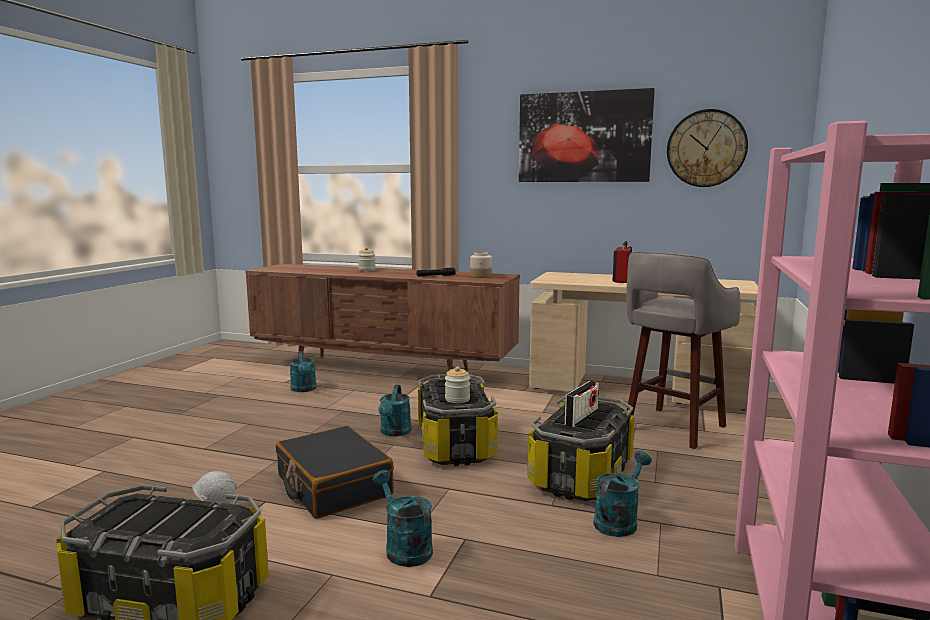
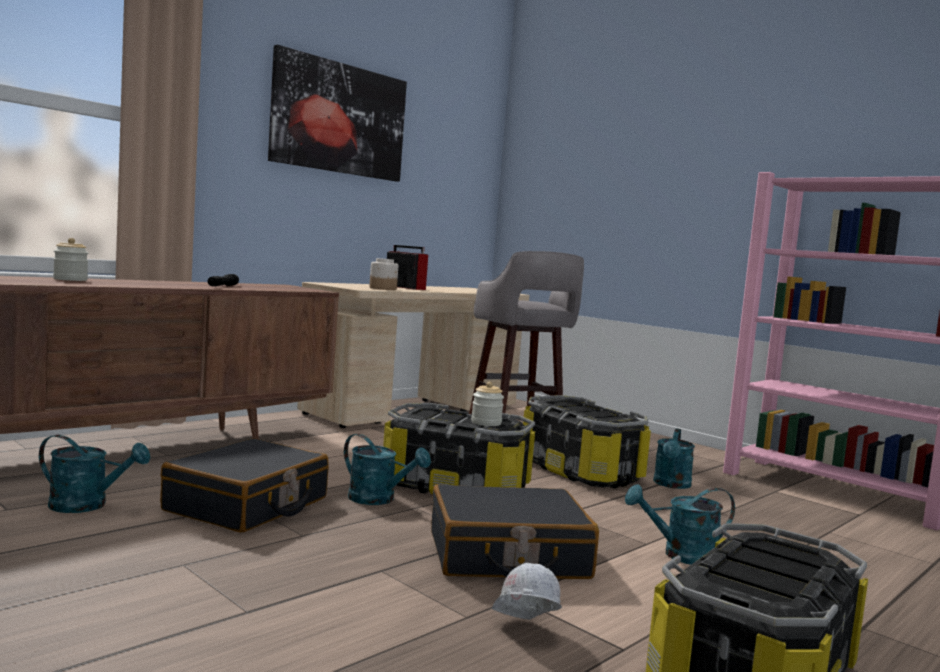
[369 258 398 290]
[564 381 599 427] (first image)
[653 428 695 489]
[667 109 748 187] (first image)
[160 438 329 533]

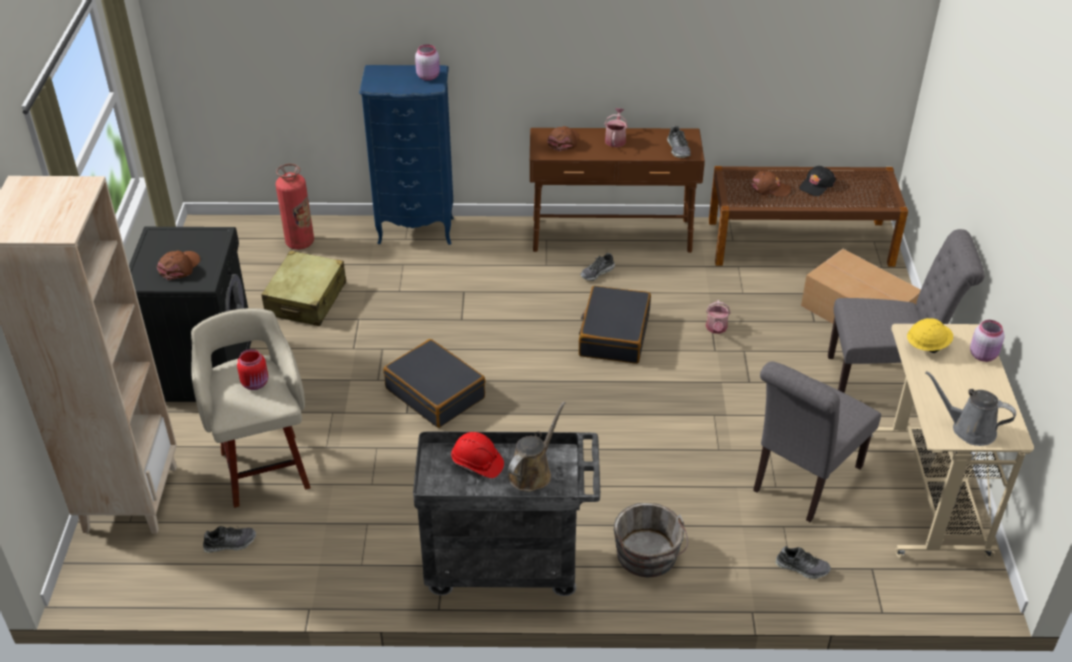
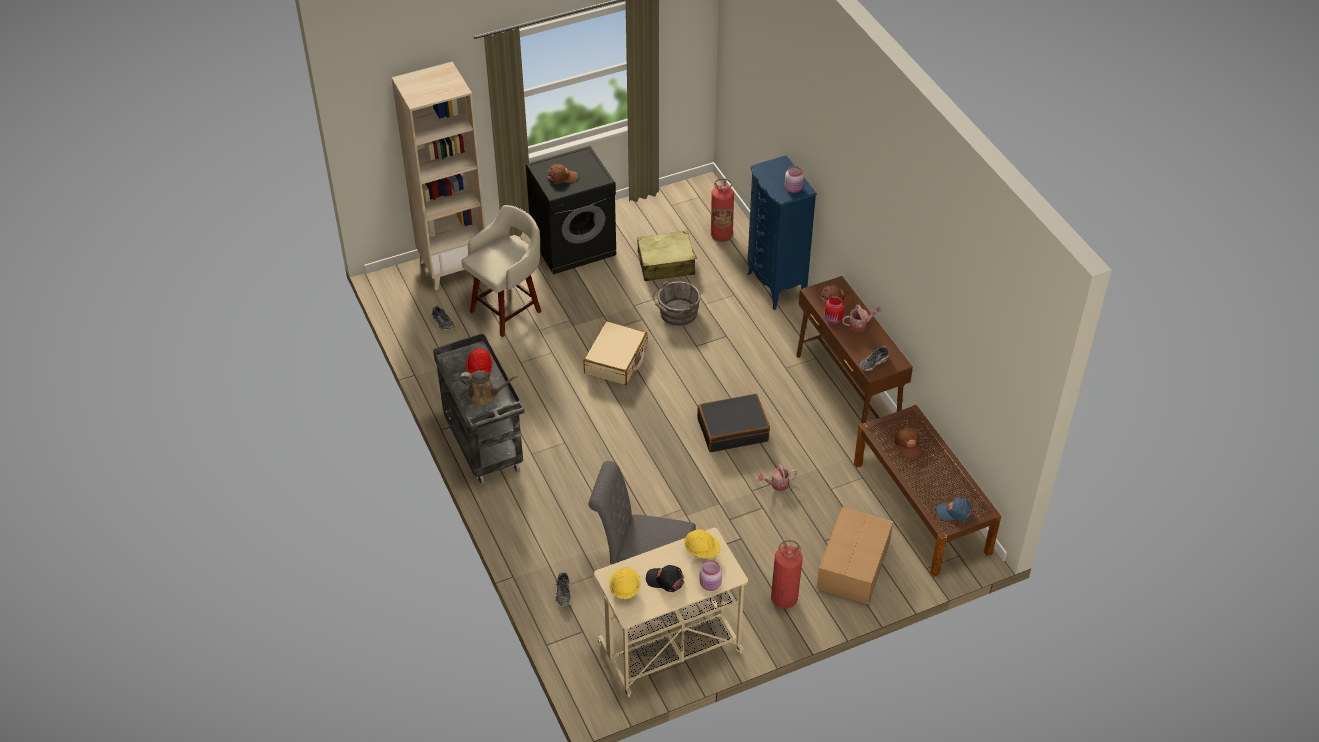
[824 296 844 324]
[583 321 648 385]
[580 253 615 281] (first image)
[653 281 701 326]
[646 565 684 592]
[771 540 802 609]
[609 567 641 599]
[936 498 973 522]

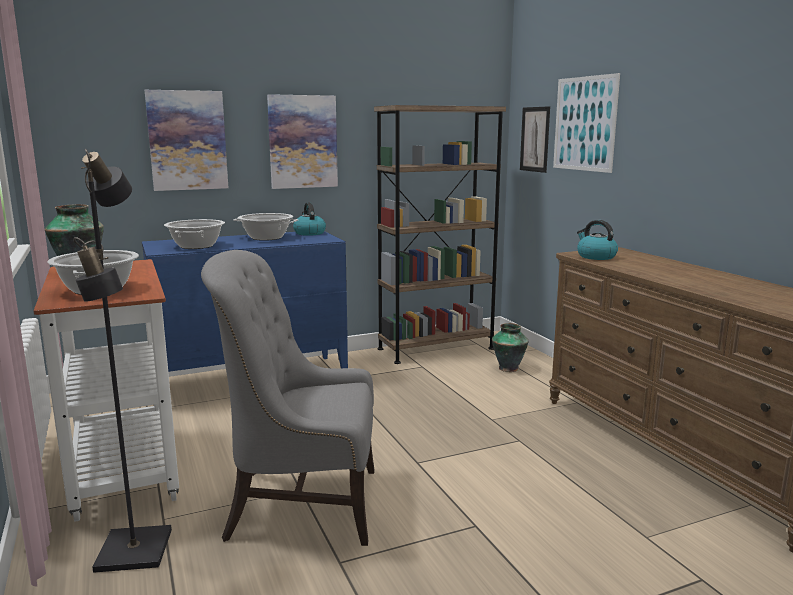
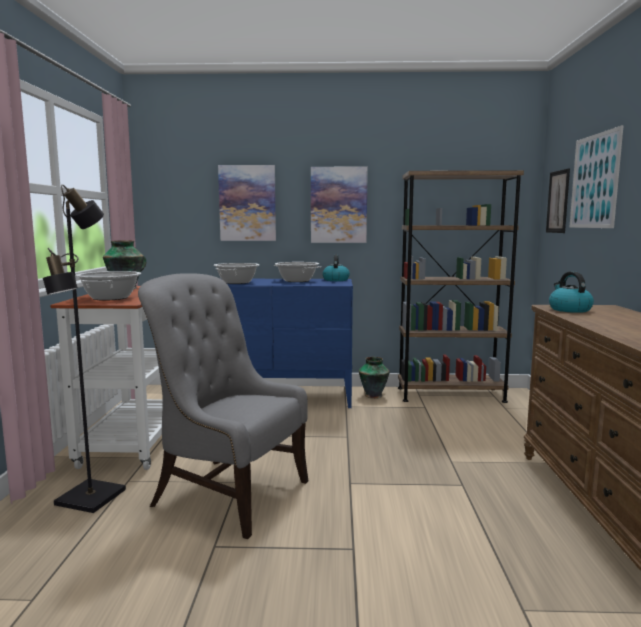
[359 357 390 399]

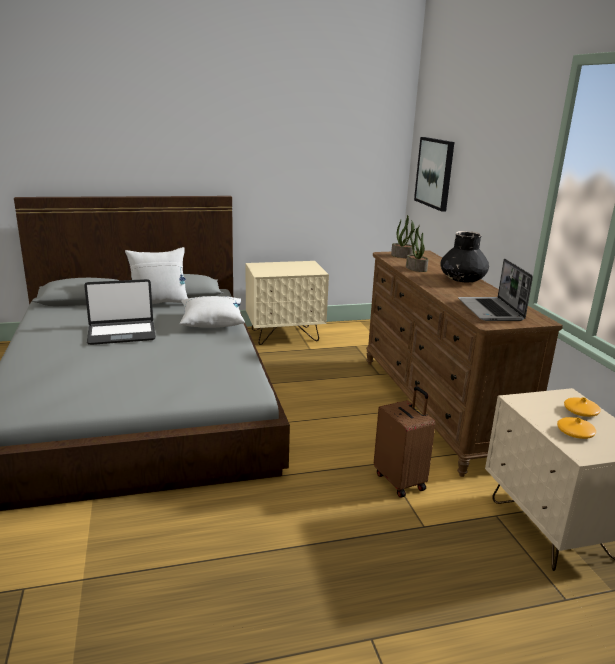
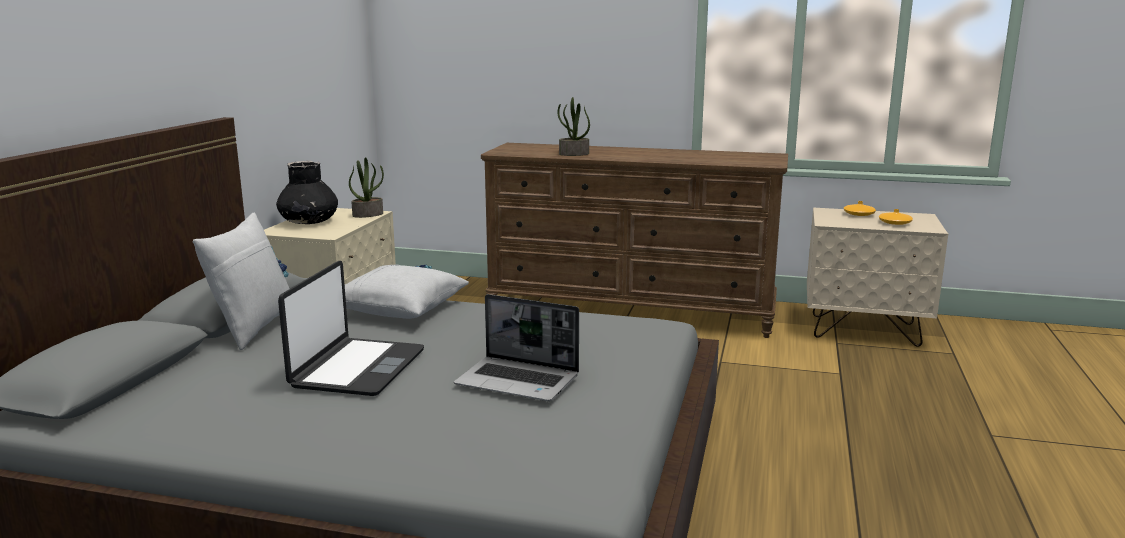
[374 386 436 498] (first image)
[349 157 384 218]
[414 137 454 212] (first image)
[276 161 338 224]
[454 294 579 401]

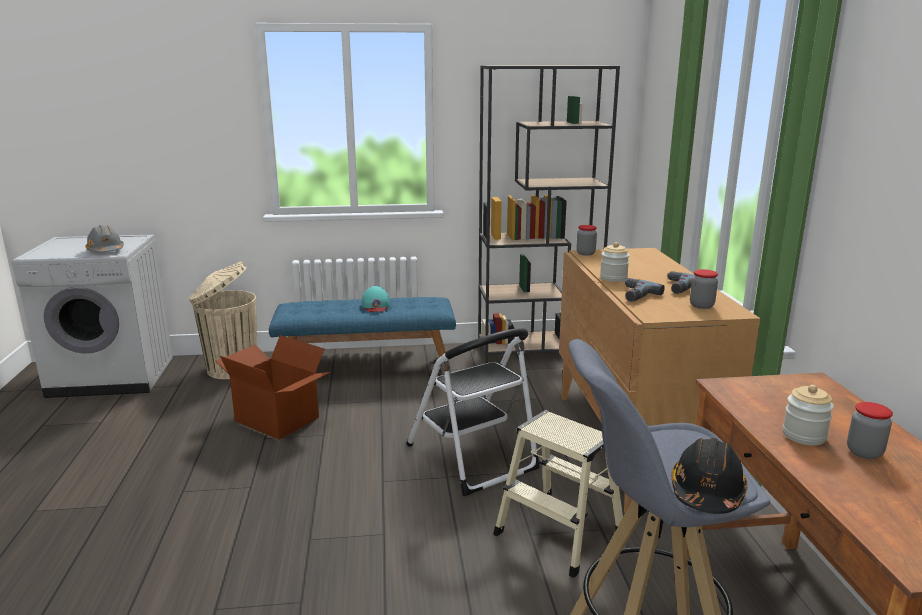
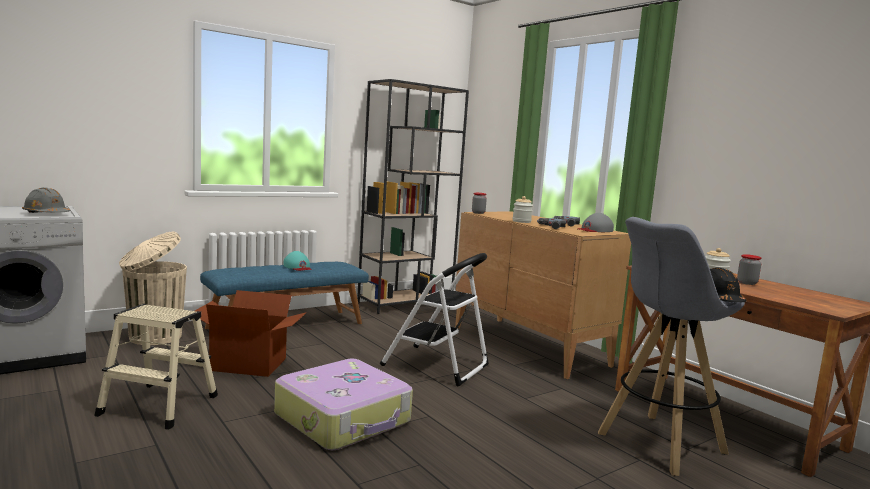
[94 304 218 430]
[578 213 614 232]
[274 359 413 450]

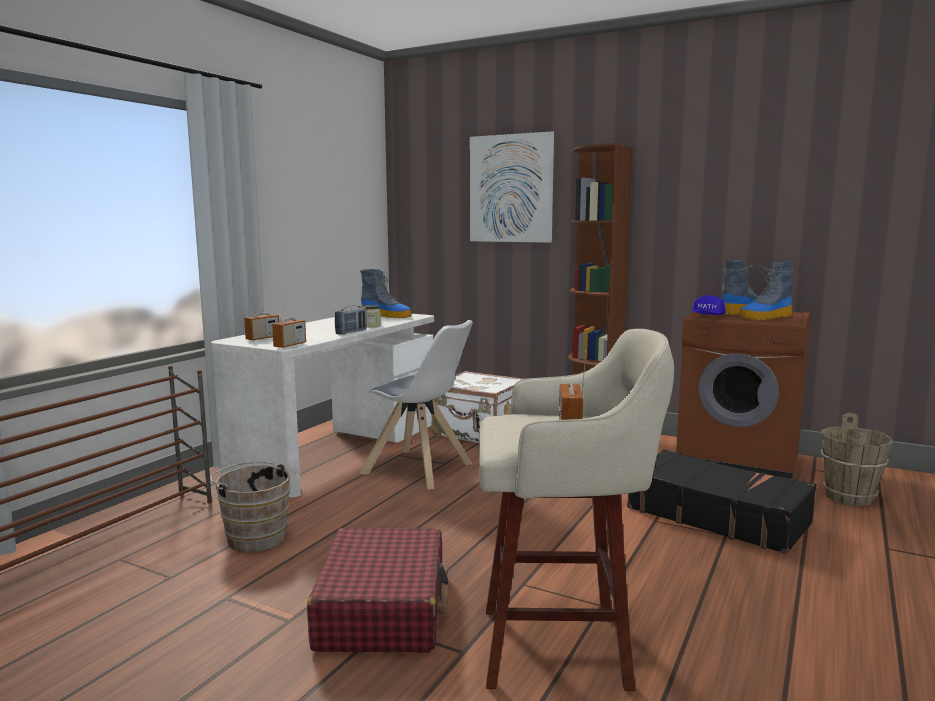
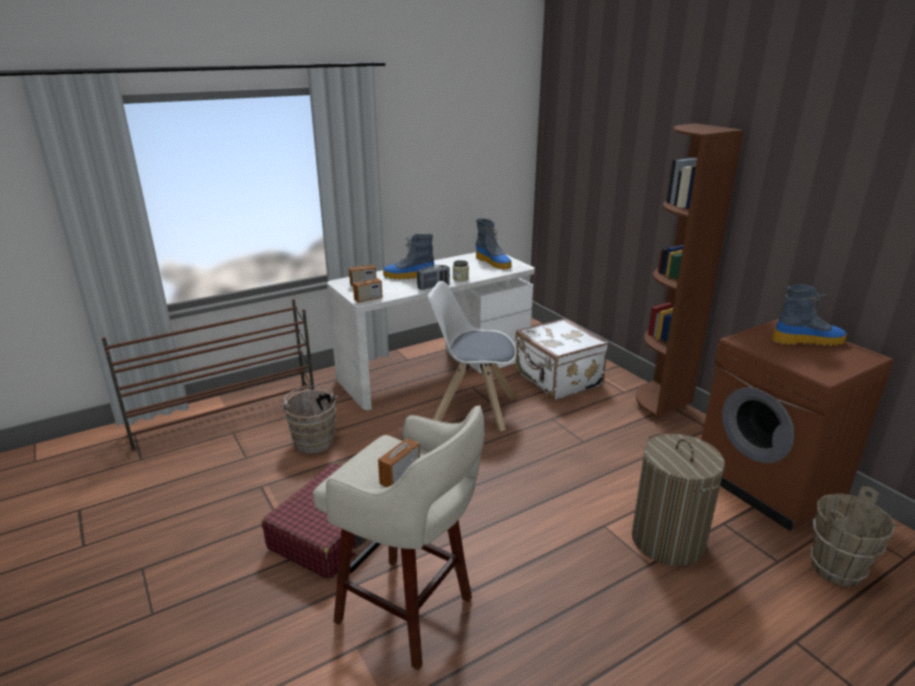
[428 281 517 431]
[470 131 554 243] (first image)
[632 434 725 566]
[692 295 726 315] (first image)
[383 234 434 280]

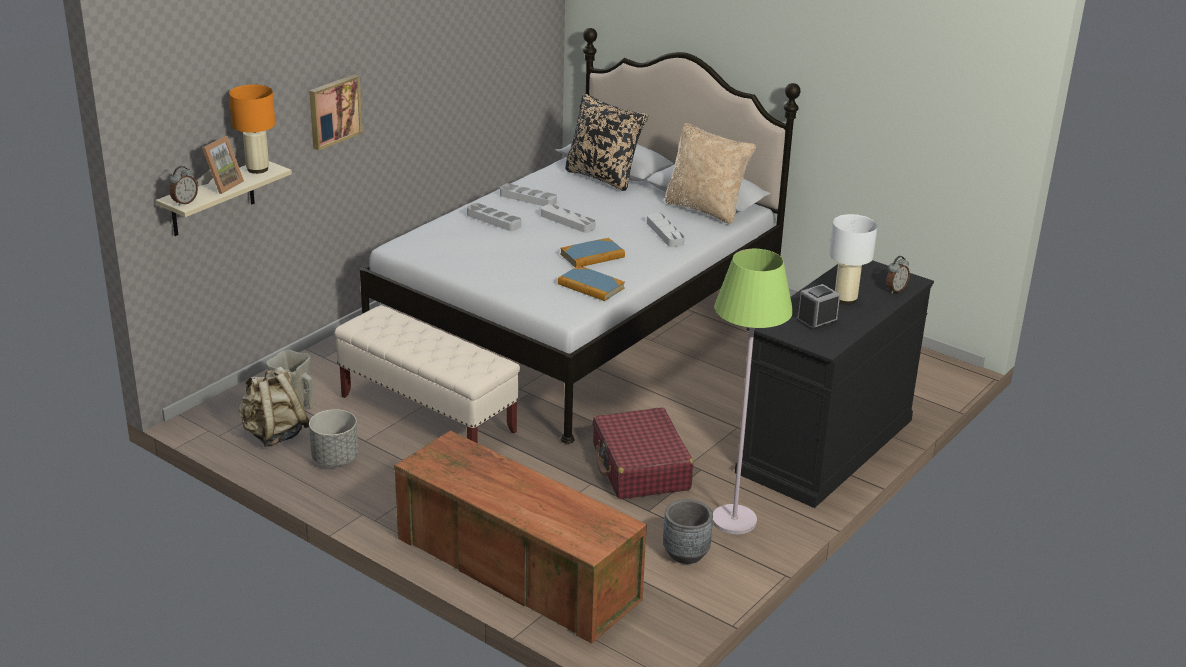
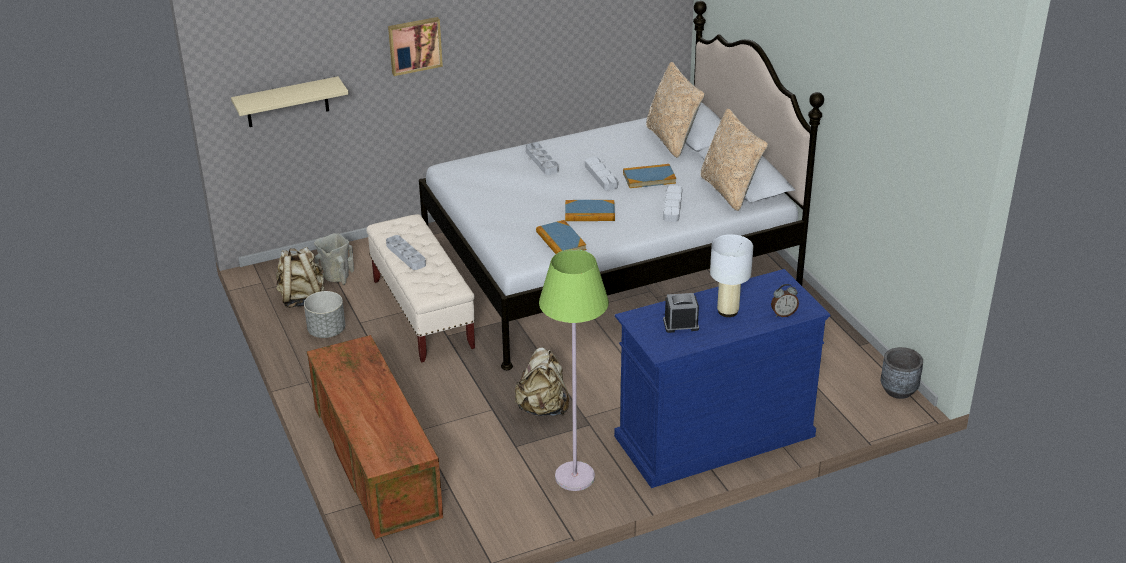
[169 166 198 206] (first image)
[197 136 244 194] (first image)
[229 85 275 174] (first image)
[386 235 426 270]
[646 61 705 158]
[515 347 569 416]
[881 347 923 399]
[614 269 830 488]
[623 164 676 188]

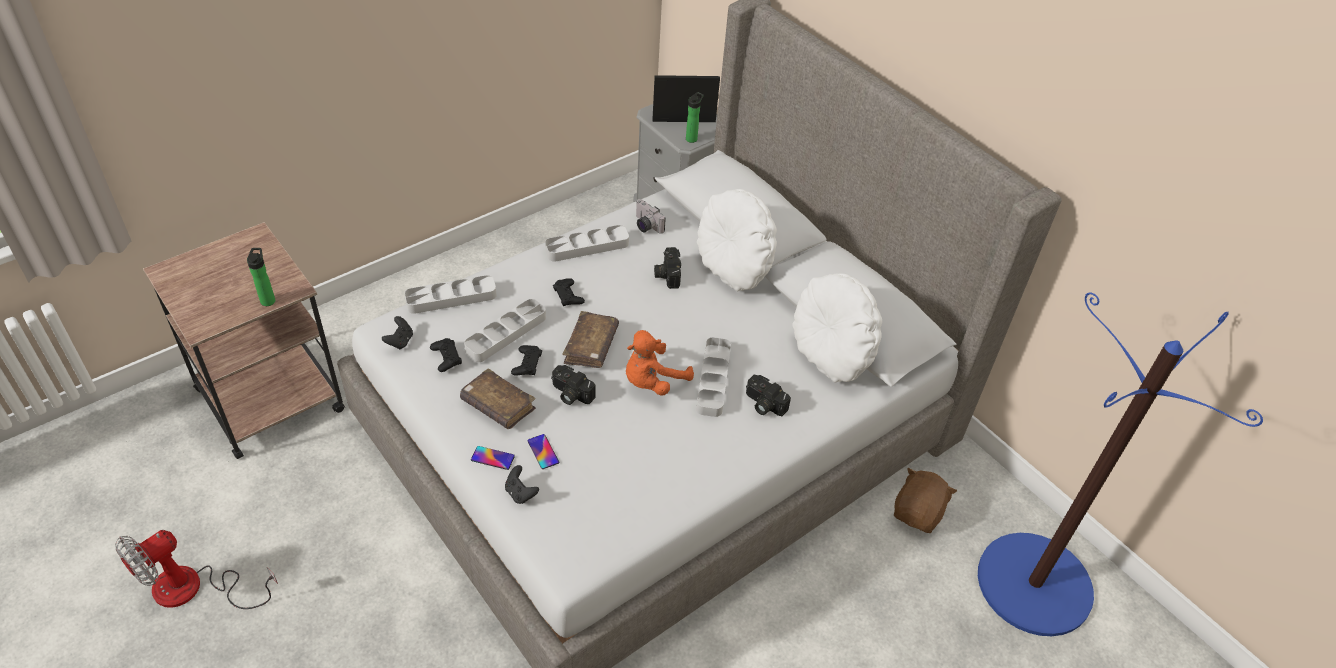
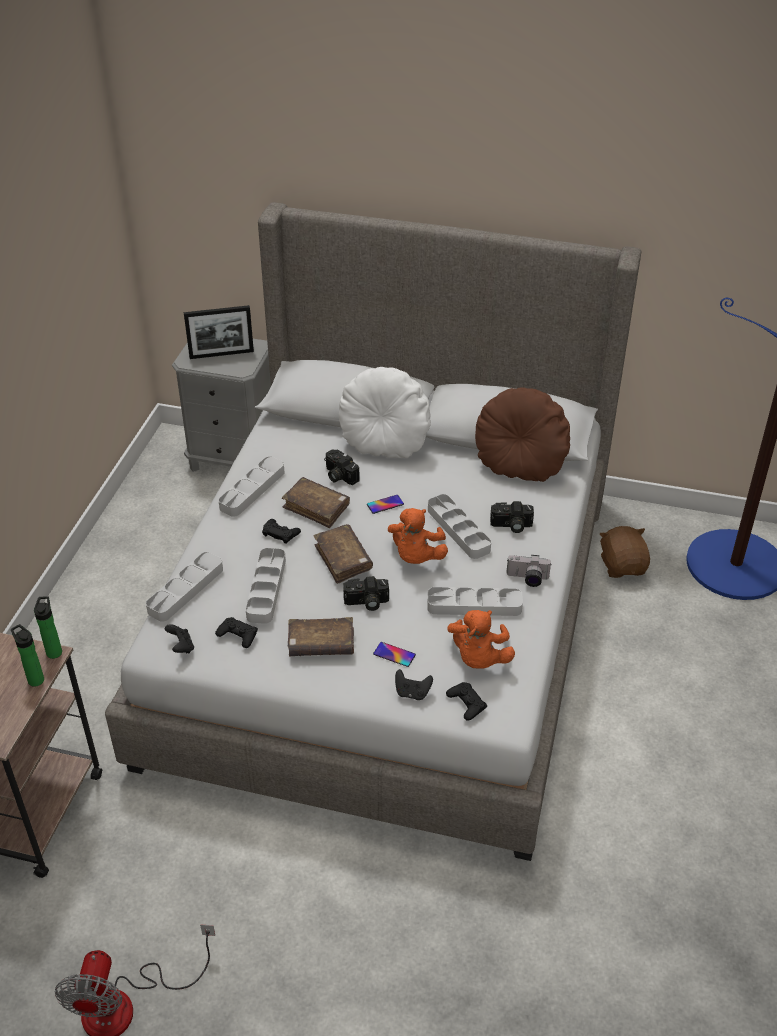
[367 495 404 514]
[446 682 487 721]
[506 555 552 587]
[184 305 254 359]
[34 596 62 659]
[475 387 570 482]
[282 477 350 528]
[428 587 523 616]
[448 610 515 669]

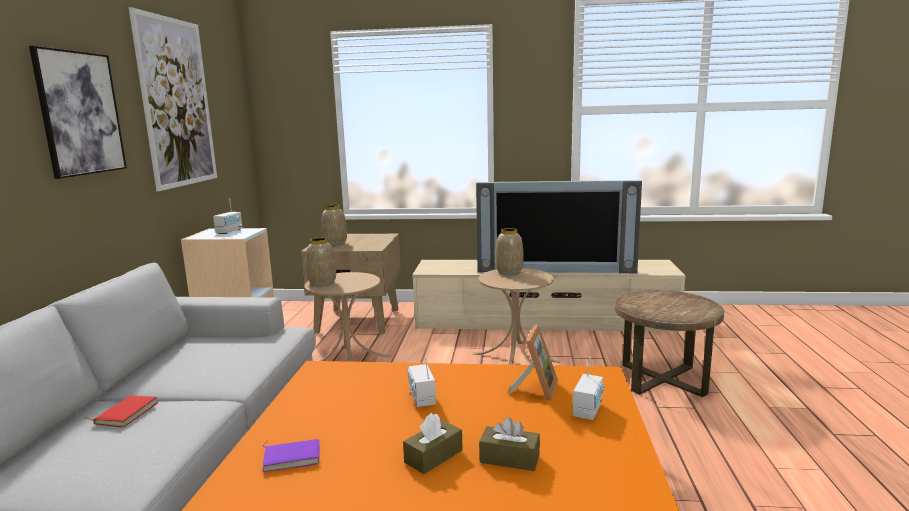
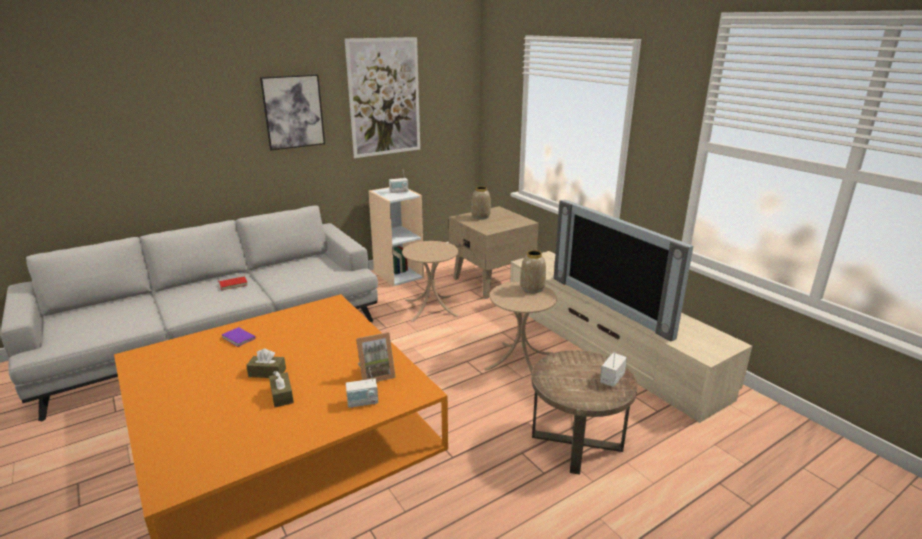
[306 237 336 286] (first image)
[600 352 627 387]

